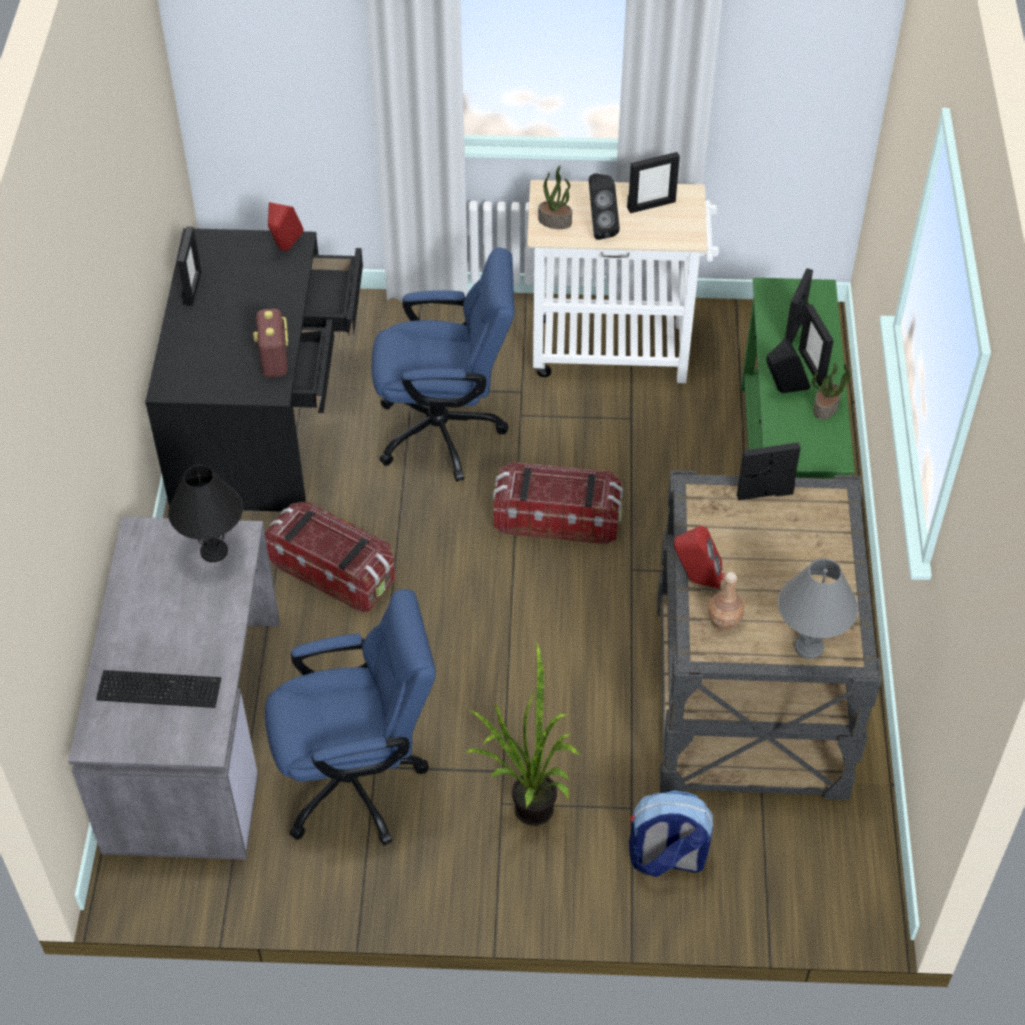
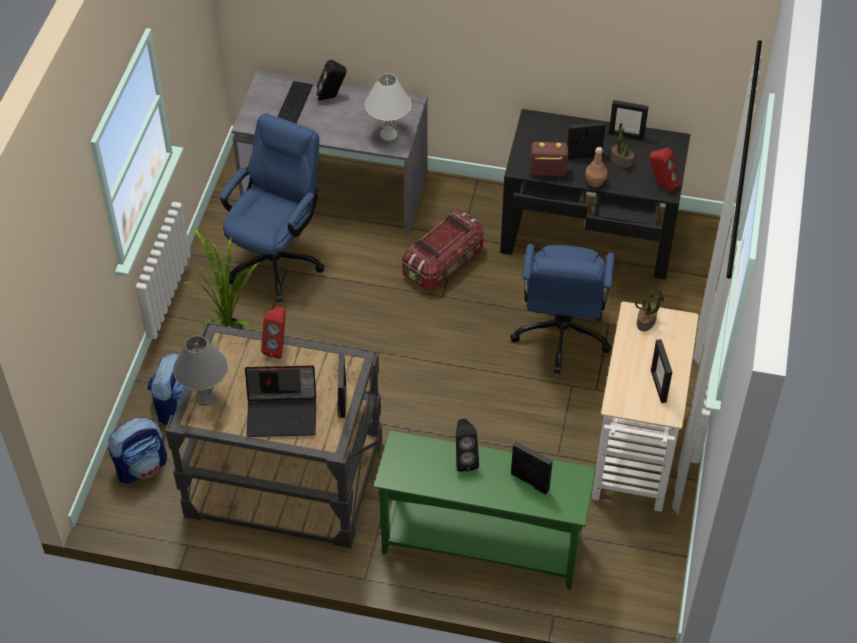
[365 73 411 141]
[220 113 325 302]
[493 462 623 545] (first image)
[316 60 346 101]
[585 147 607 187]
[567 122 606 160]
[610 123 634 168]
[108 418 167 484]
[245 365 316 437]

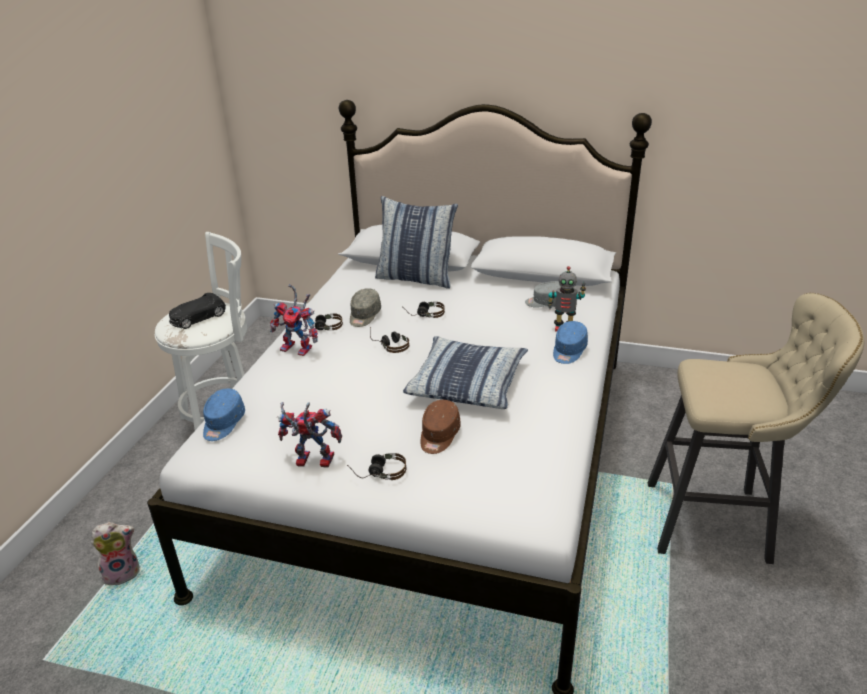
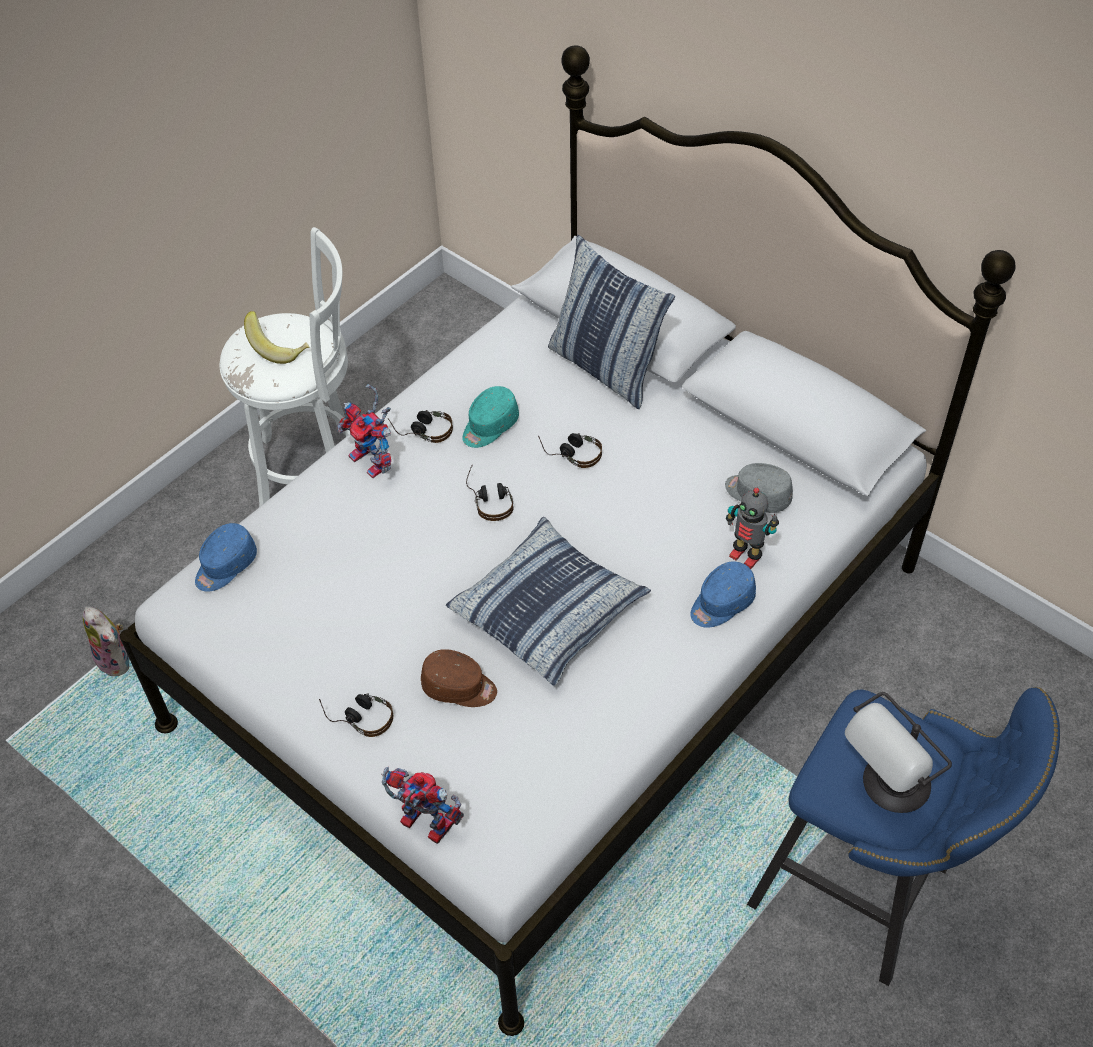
[83 607 130 676]
[244 311 310 364]
[381 767 464 844]
[462 386 519 448]
[421 649 497 707]
[747 687 1060 986]
[845 692 952 813]

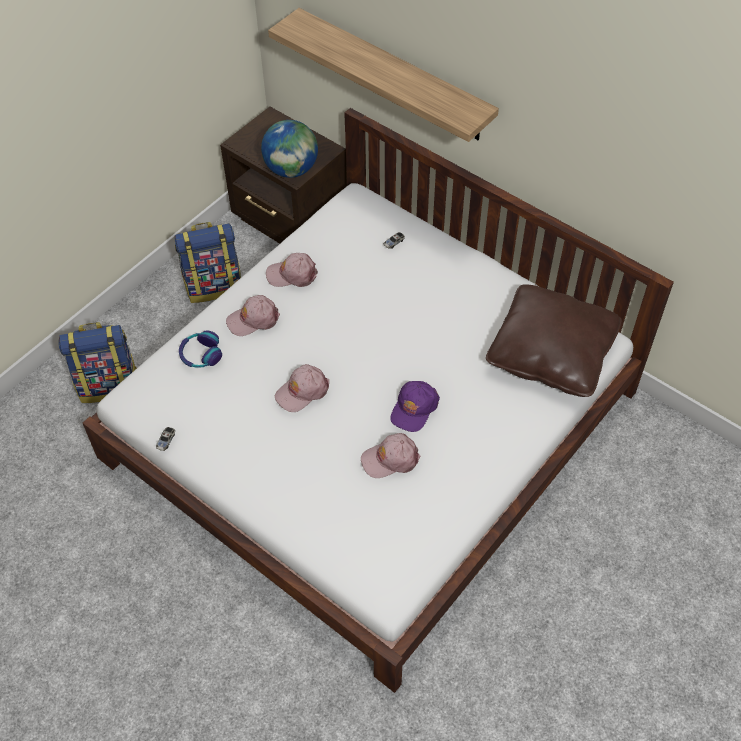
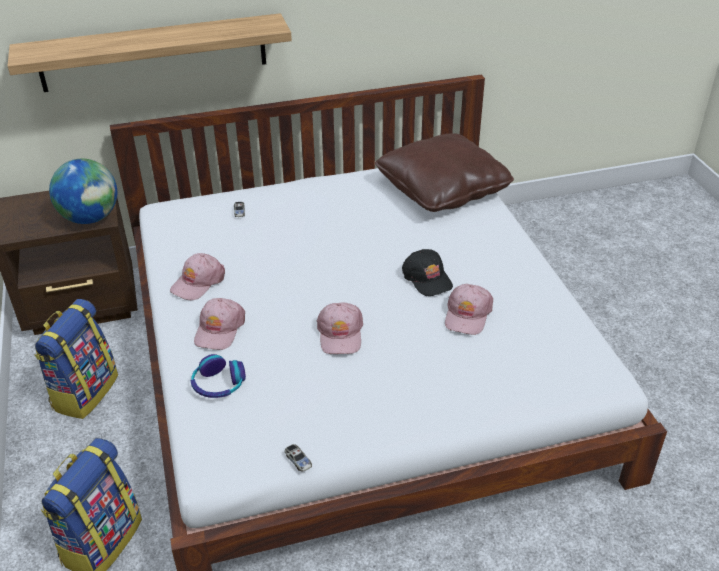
[402 249 453 296]

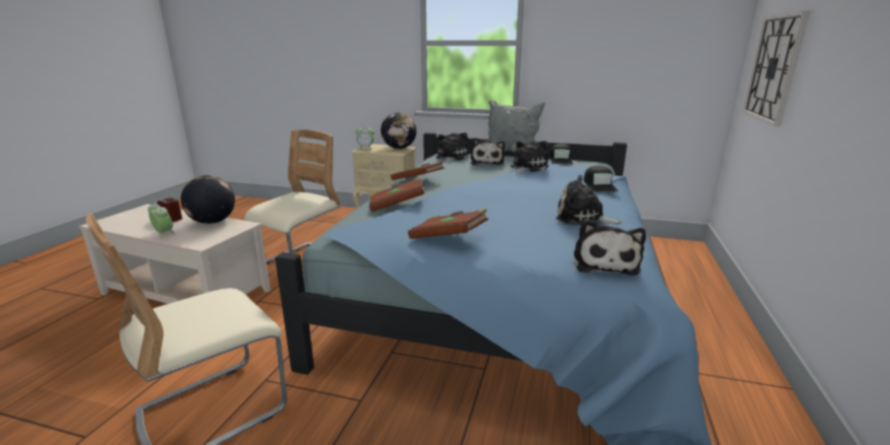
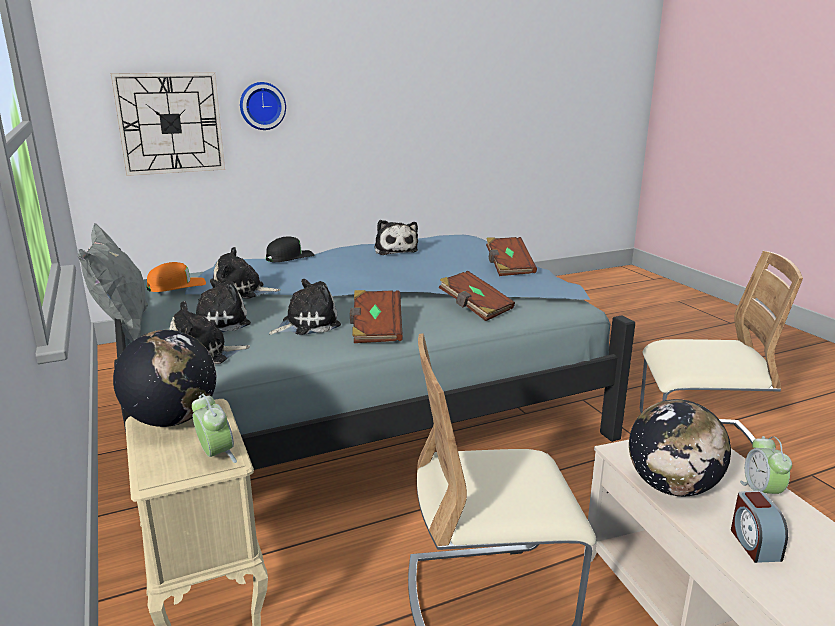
[146 262 206 292]
[269 279 341 335]
[240 82 286 130]

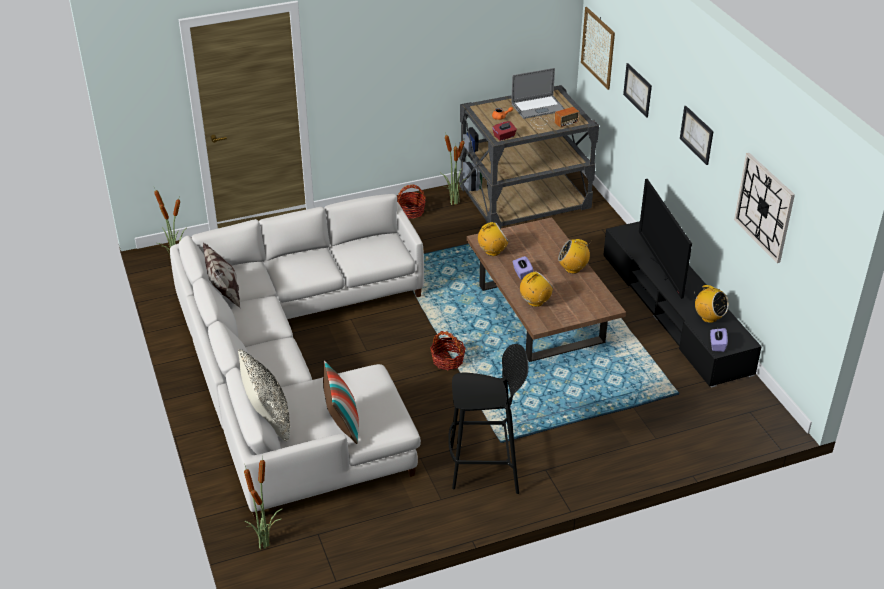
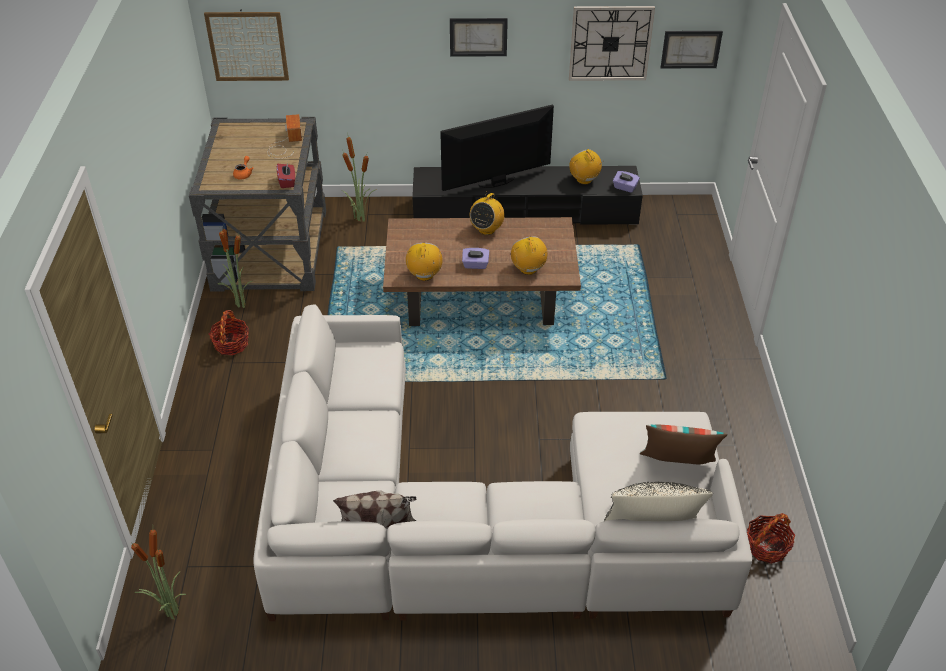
[342 132 377 222]
[747 513 795 564]
[448 344 528 494] (first image)
[511 68 565 119] (first image)
[660 31 723 68]
[440 104 554 191]
[569 149 603 184]

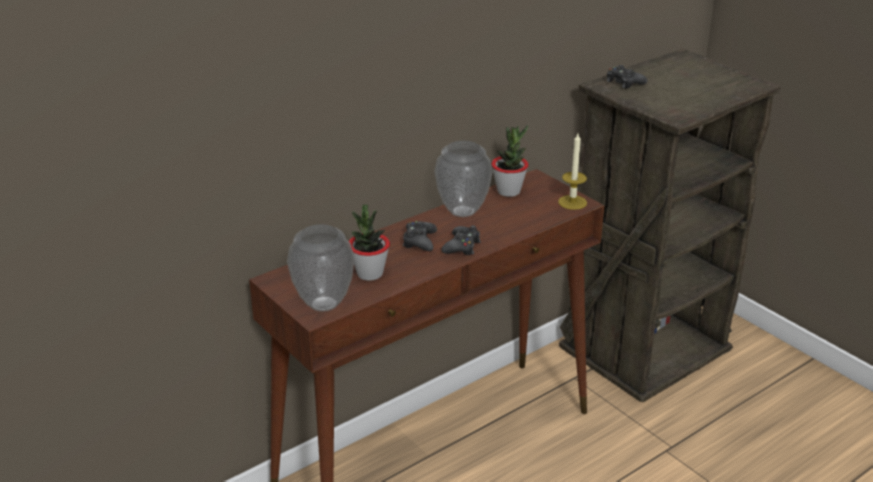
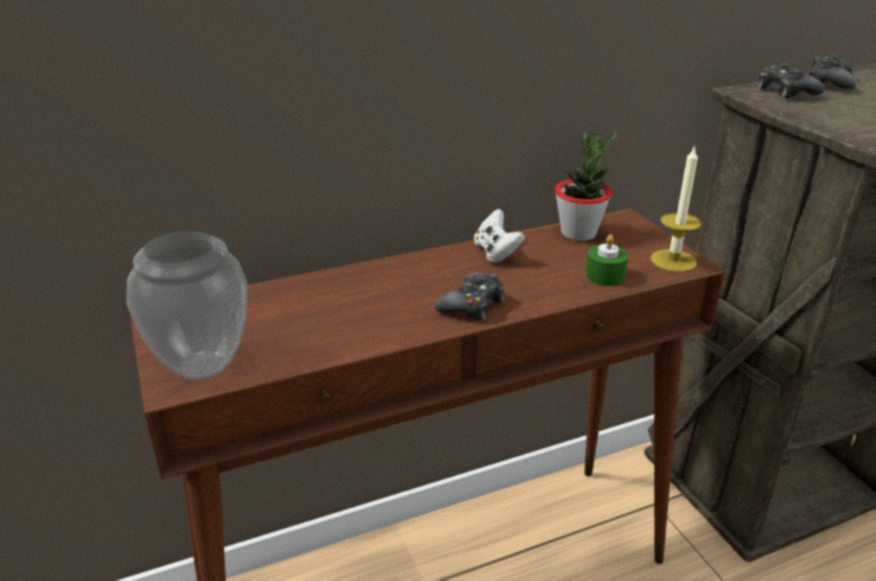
[349 205 390 281] (first image)
[807 55 856 90]
[474 209 525 263]
[586 234 628 286]

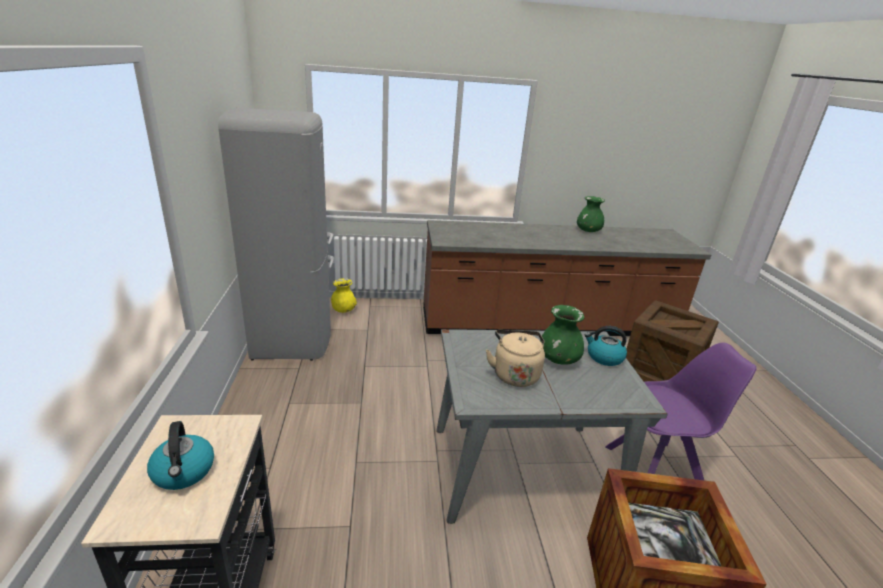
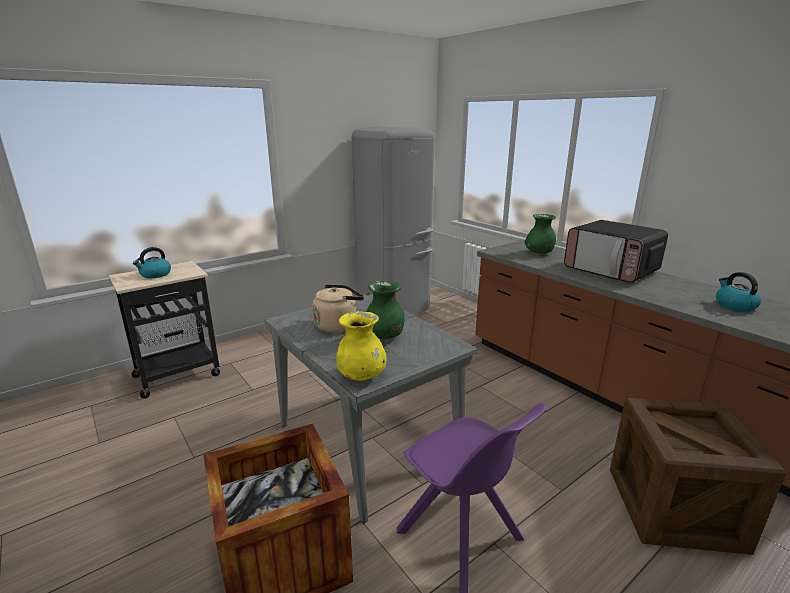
[336 311 387 381]
[525 214 556 254]
[716 272 761 312]
[564 220 668 283]

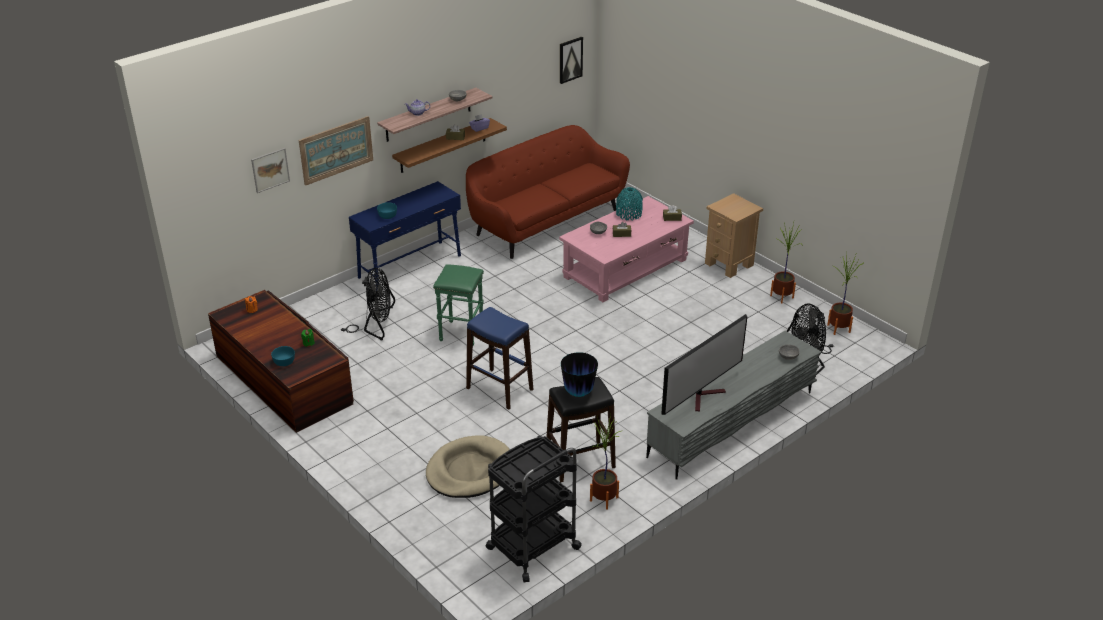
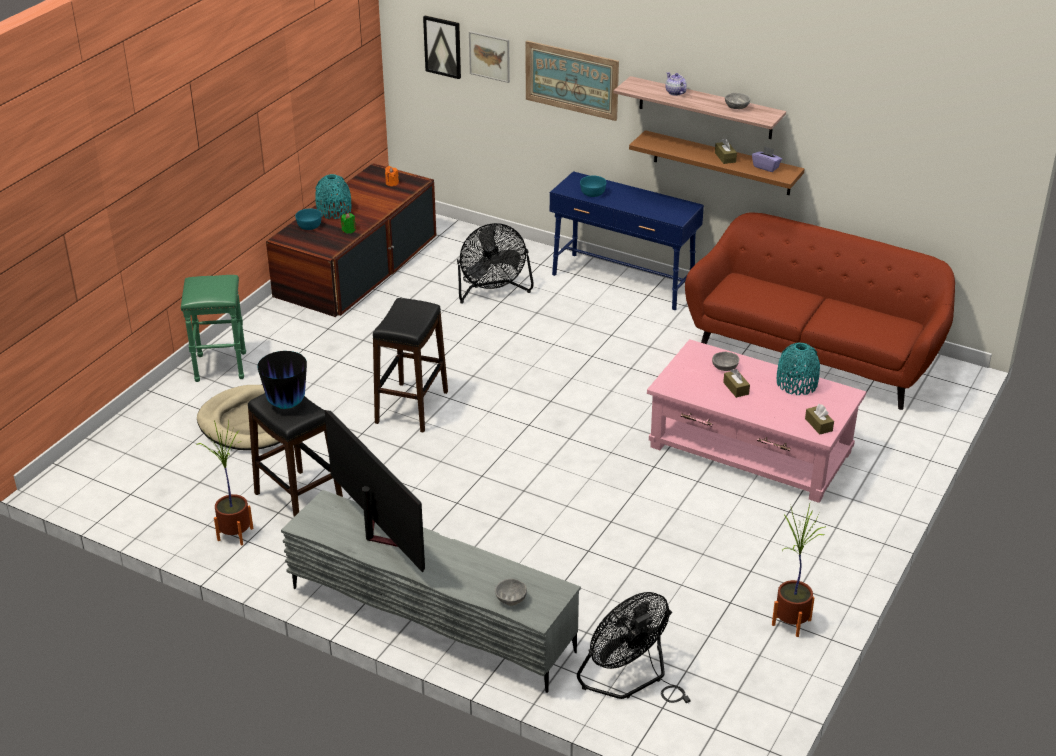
[181 275 246 382]
[373 298 448 433]
[486 436 582 582] (first image)
[423 16 461 79]
[325 410 425 573]
[705 193 763 278] (first image)
[827 252 863 335] (first image)
[315 174 352 219]

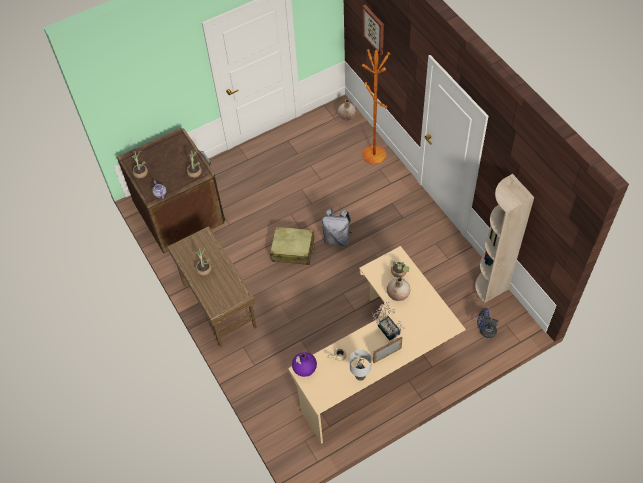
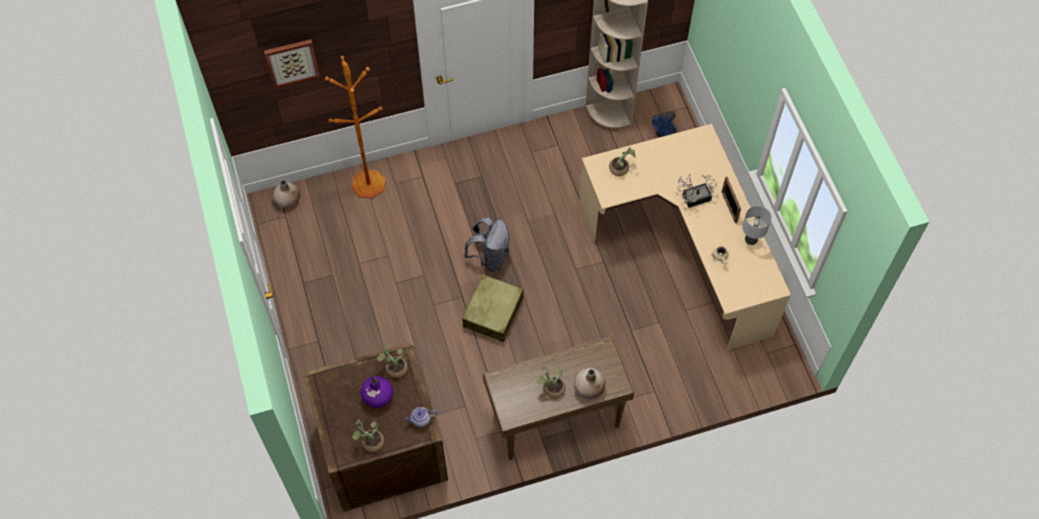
[361 376 393 408]
[574 368 606 399]

